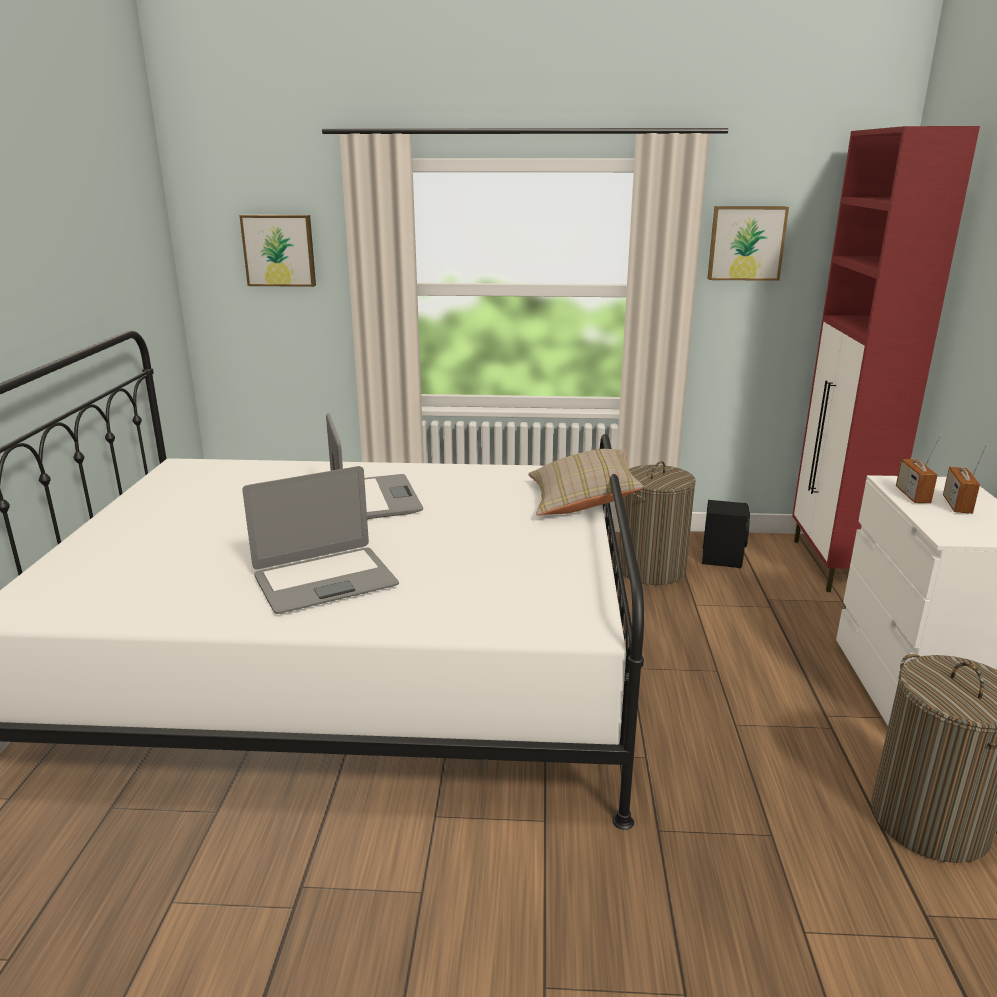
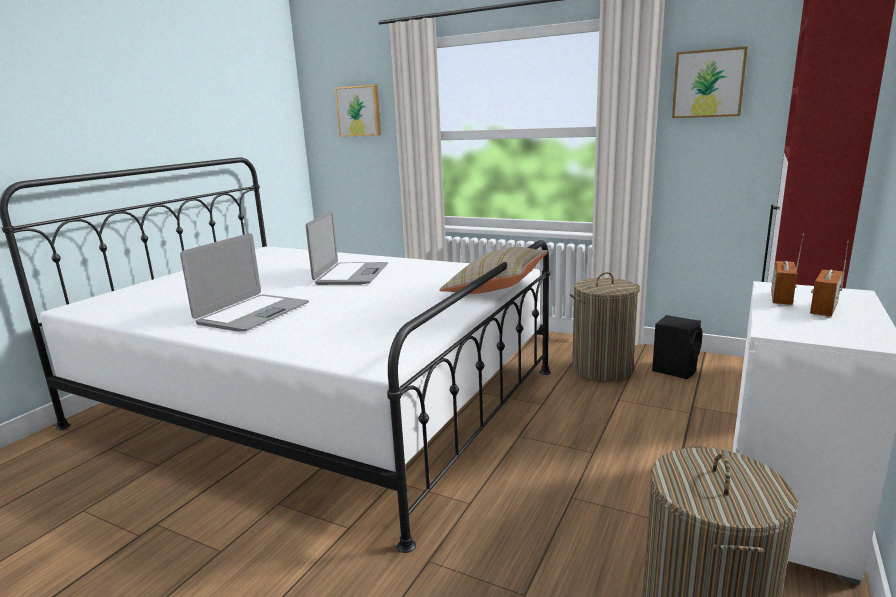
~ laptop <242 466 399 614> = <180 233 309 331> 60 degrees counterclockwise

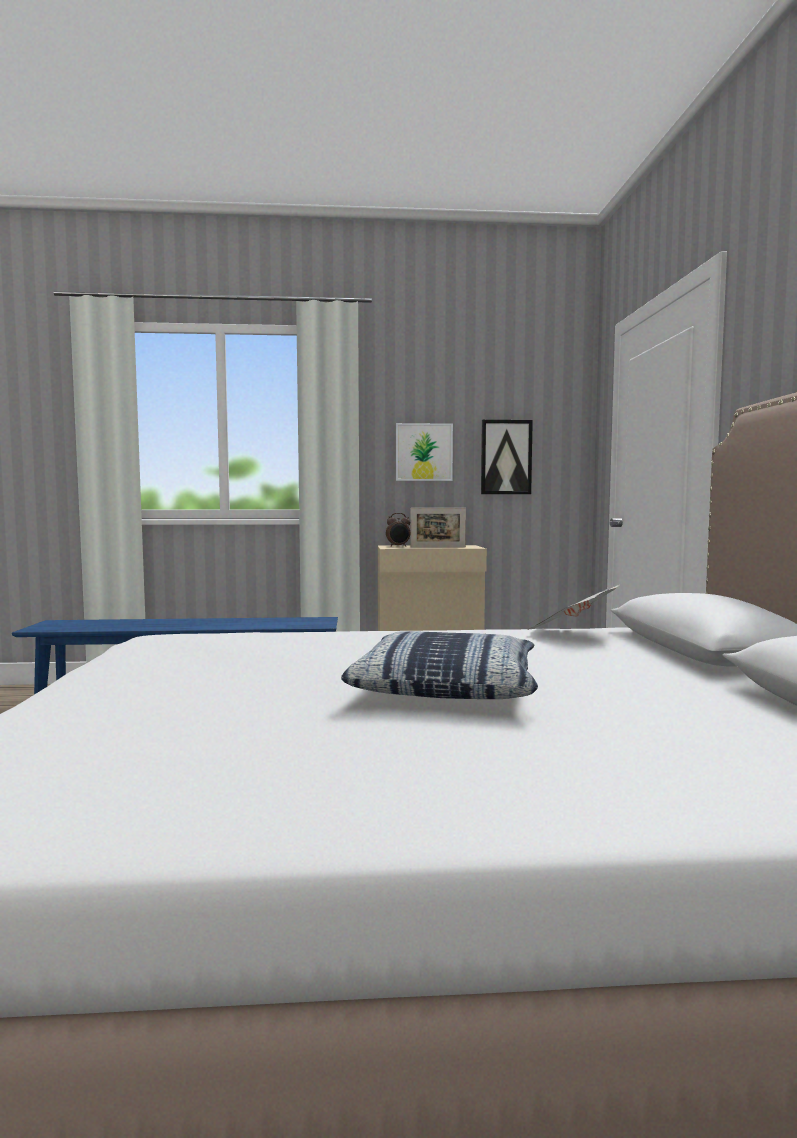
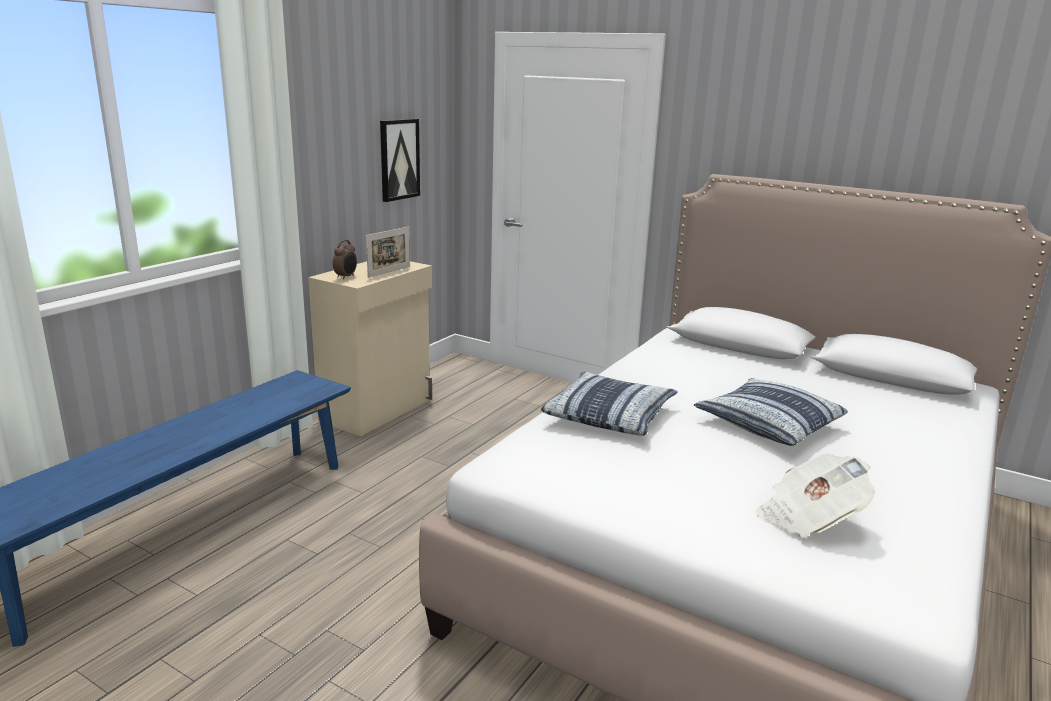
- picture <396 423 453 481>
~ newspaper <528 585 619 630> to <756 454 875 538>
+ pillow <541 371 678 436>

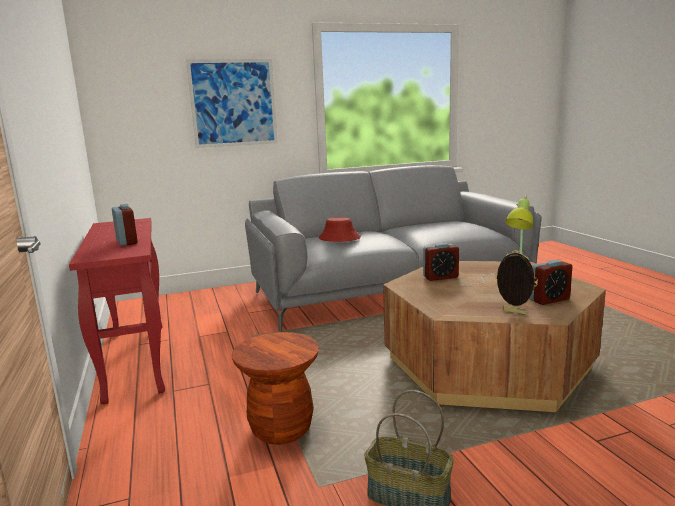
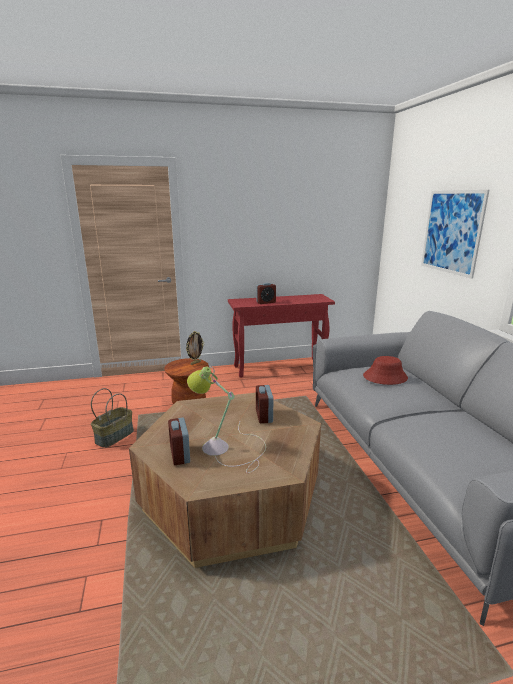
~ picture frame <496 250 538 315> to <186 331 204 365>

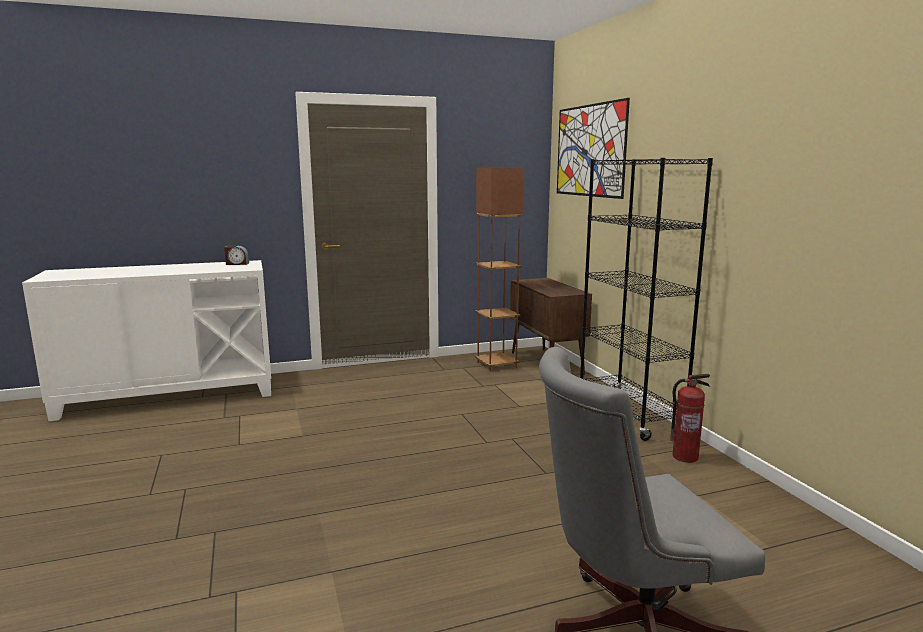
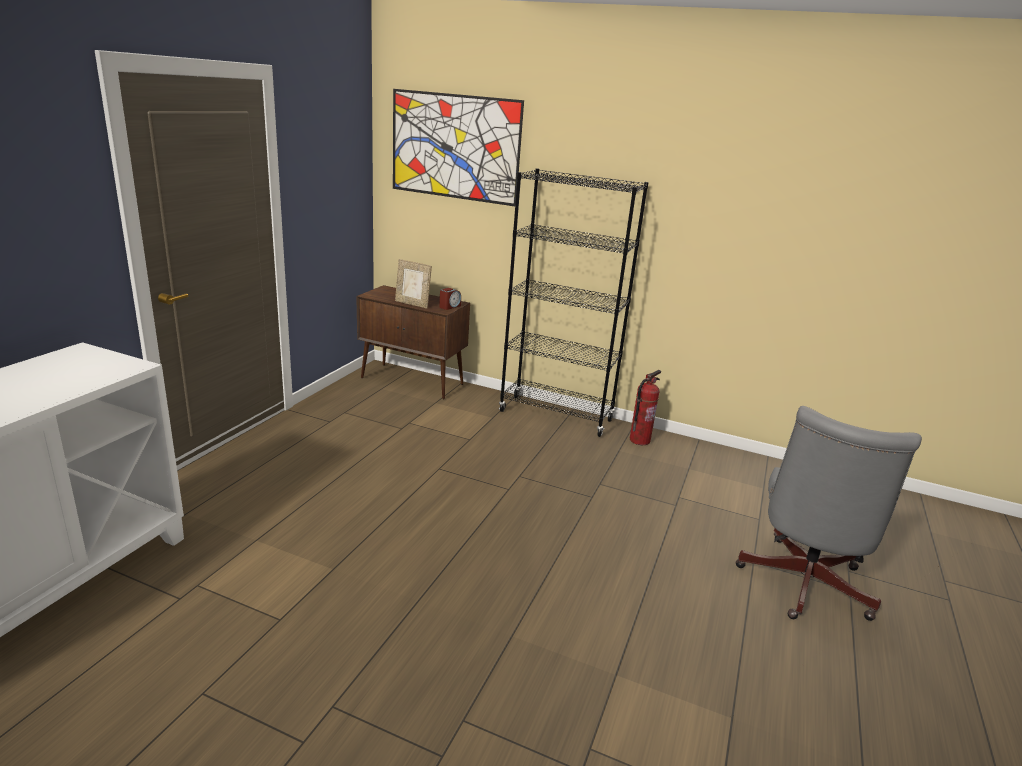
- brown floor lamp <475 167 524 371>
~ alarm clock <224 245 249 265> to <439 288 461 310>
+ picture frame <395 259 432 308>

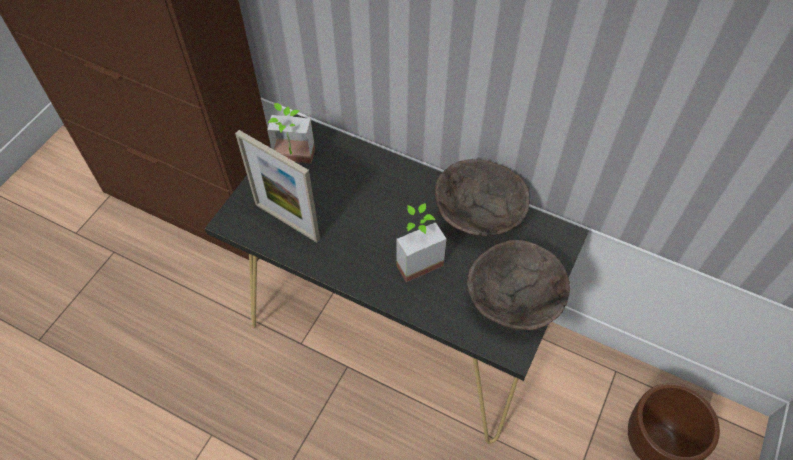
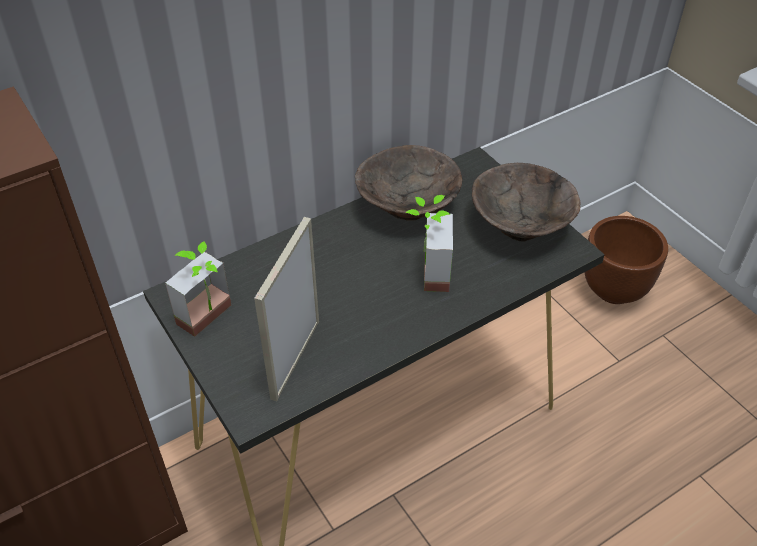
~ picture frame <235 130 320 242> = <254 217 319 401> 135 degrees clockwise

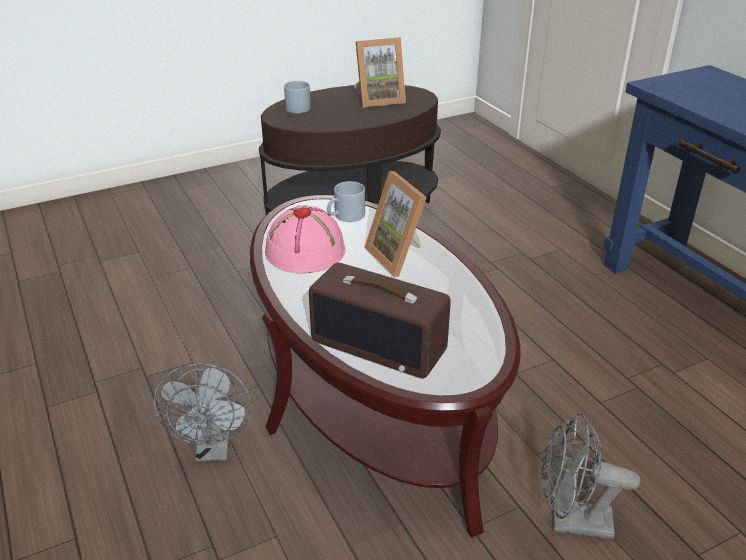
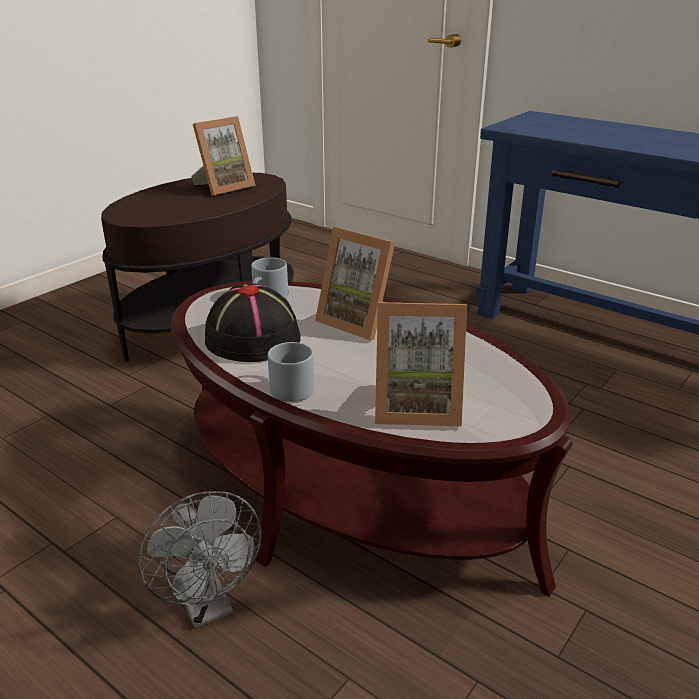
~ grey mug <284 81 311 113> to <268 342 314 402>
~ pink hat <265 205 346 273> to black hat <205 284 301 362>
~ radio <309 263 450 378> to picture frame <375 302 467 426>
- grey fan <541 413 640 539>

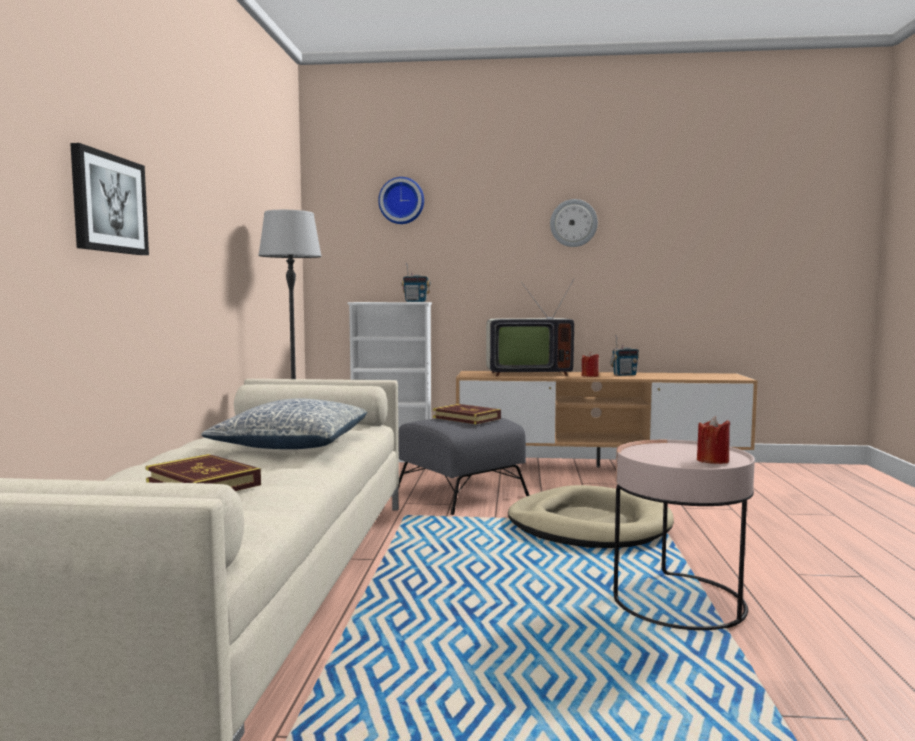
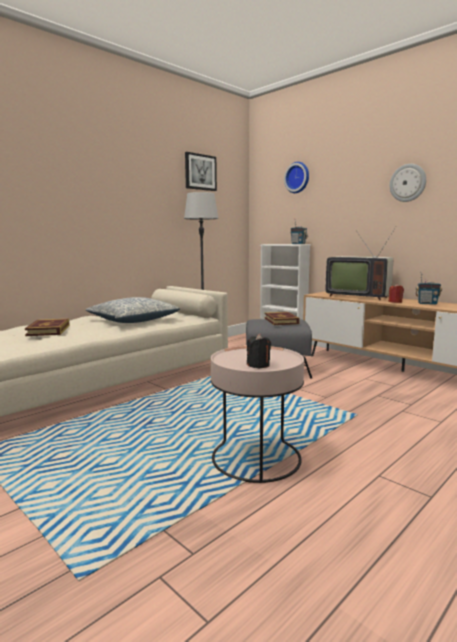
~ picture <70 143 149 255> to <185 152 217 191>
~ red candle <697 416 730 464> to black candle <247 334 271 368>
- beige dog bed <508 485 674 548>

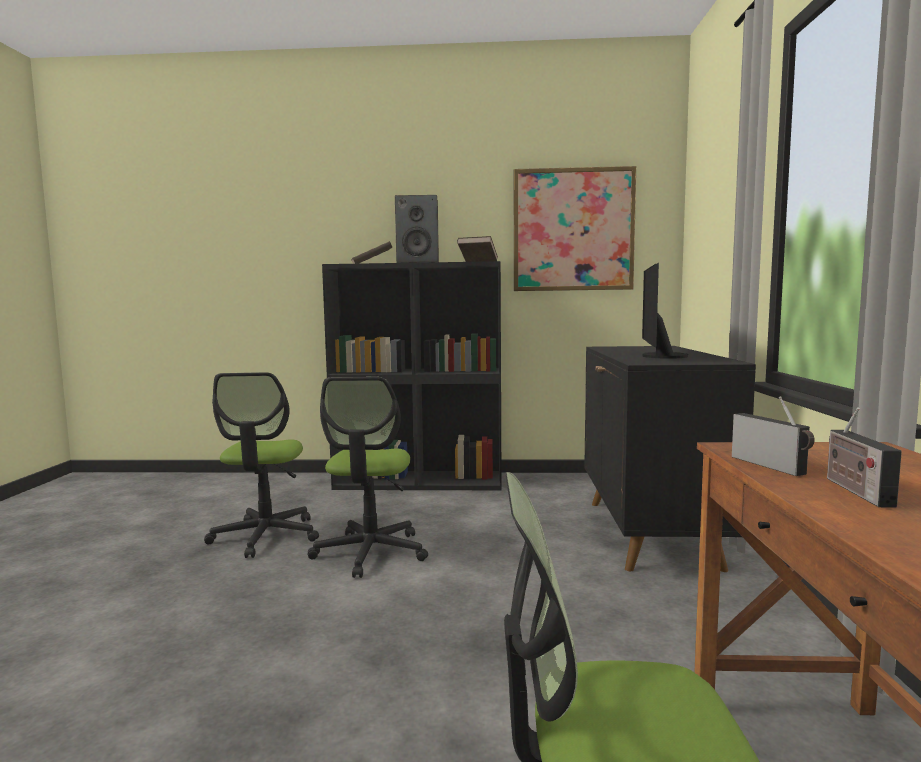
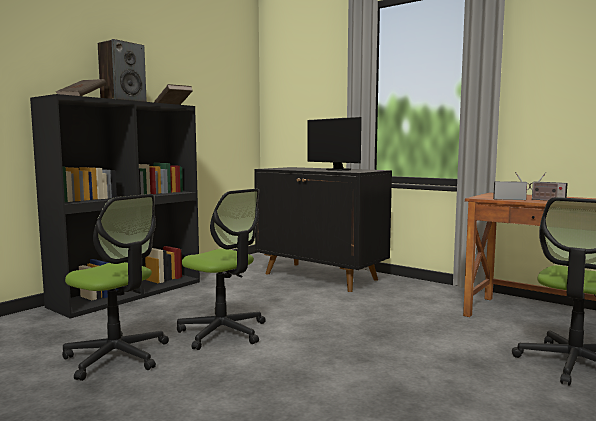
- picture <514 166 636 291>

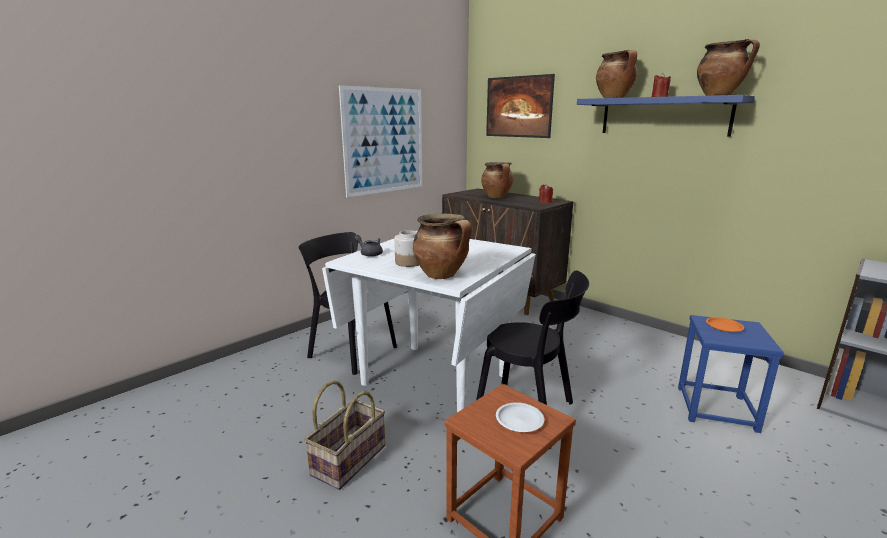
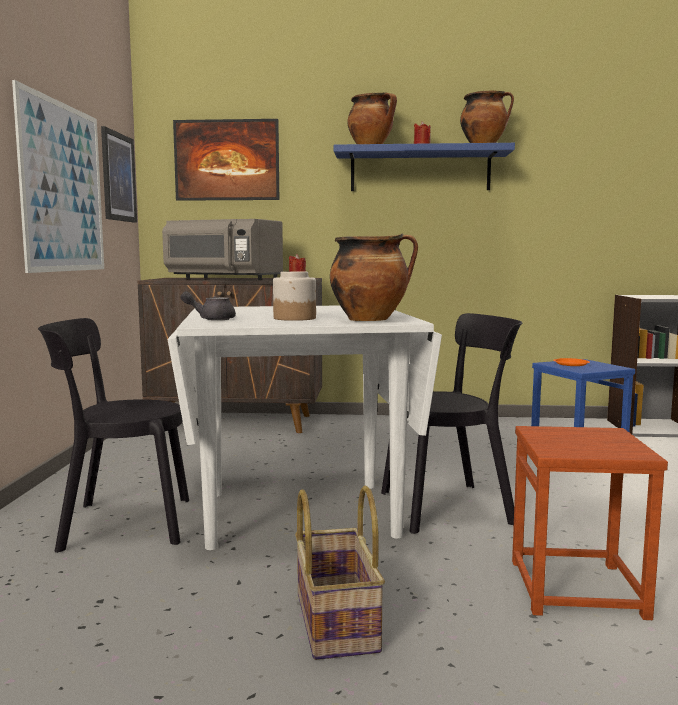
~ cooking pot <481 162 514 198> to grey microwave <162 219 283 280>
- white plate <496 402 544 432>
+ picture <101 126 137 223>

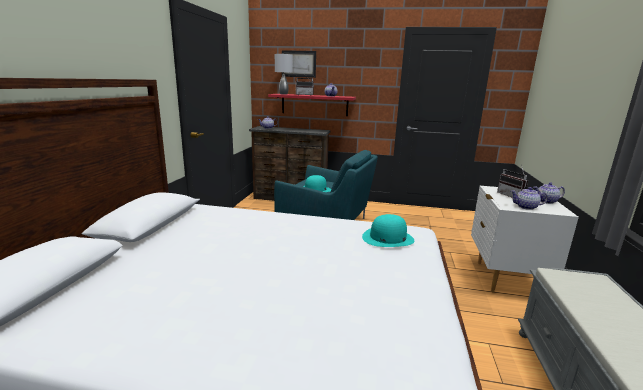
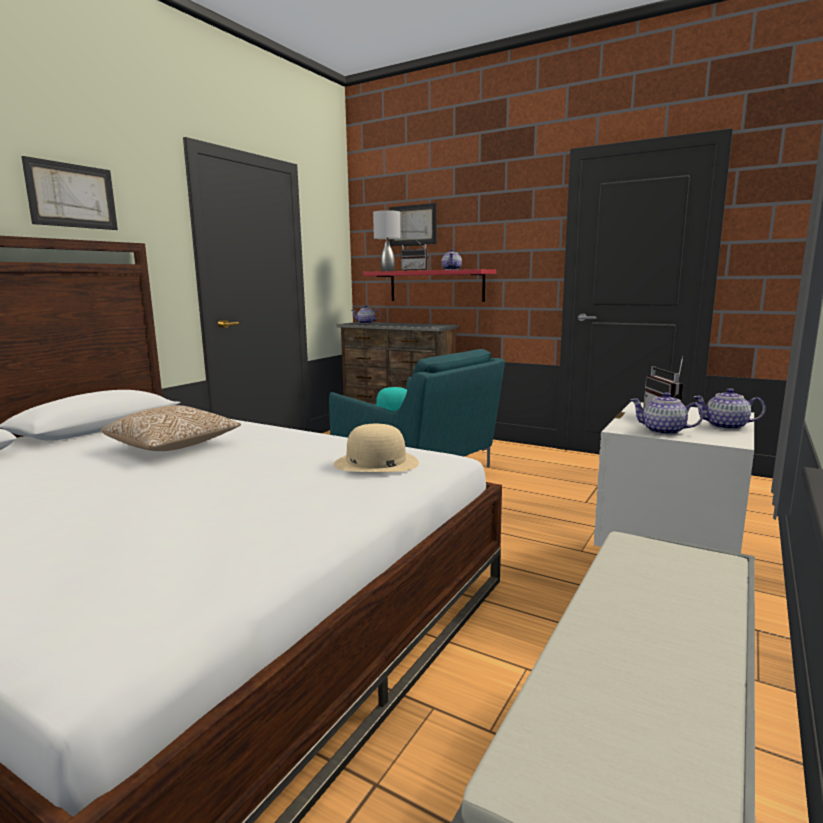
~ turquoise hat <362 214 414 247> to beige hat <334 424 419 472>
+ picture <21 156 118 230>
+ pillow <101 405 241 451>

